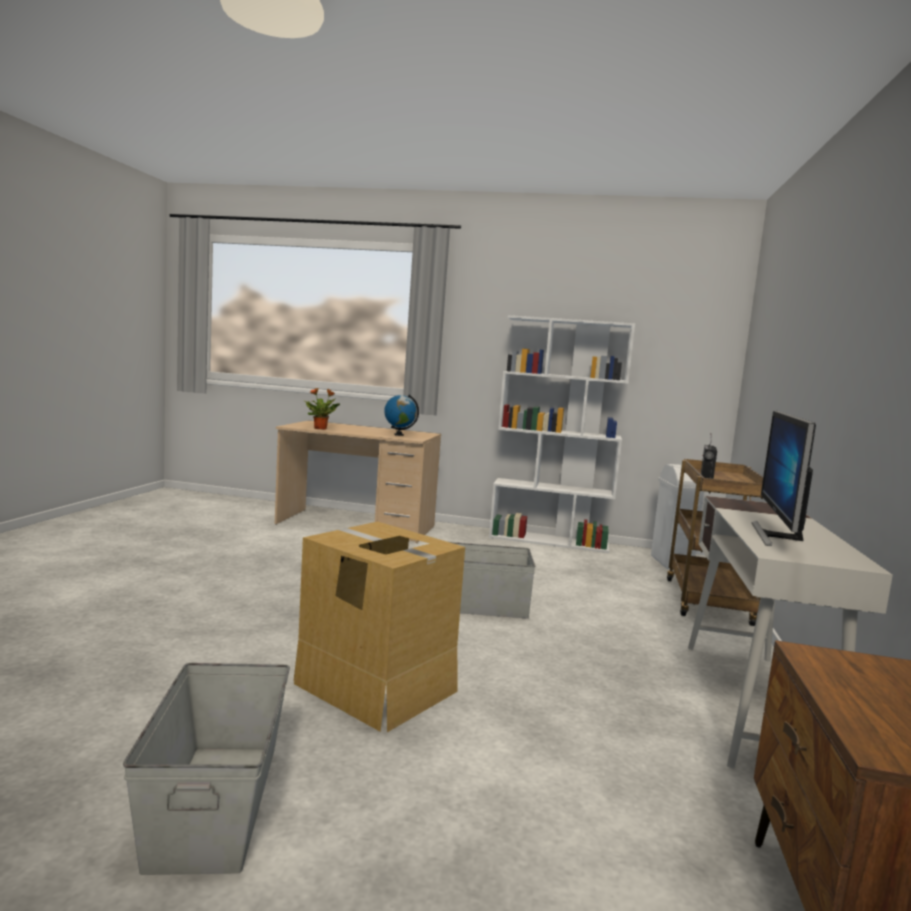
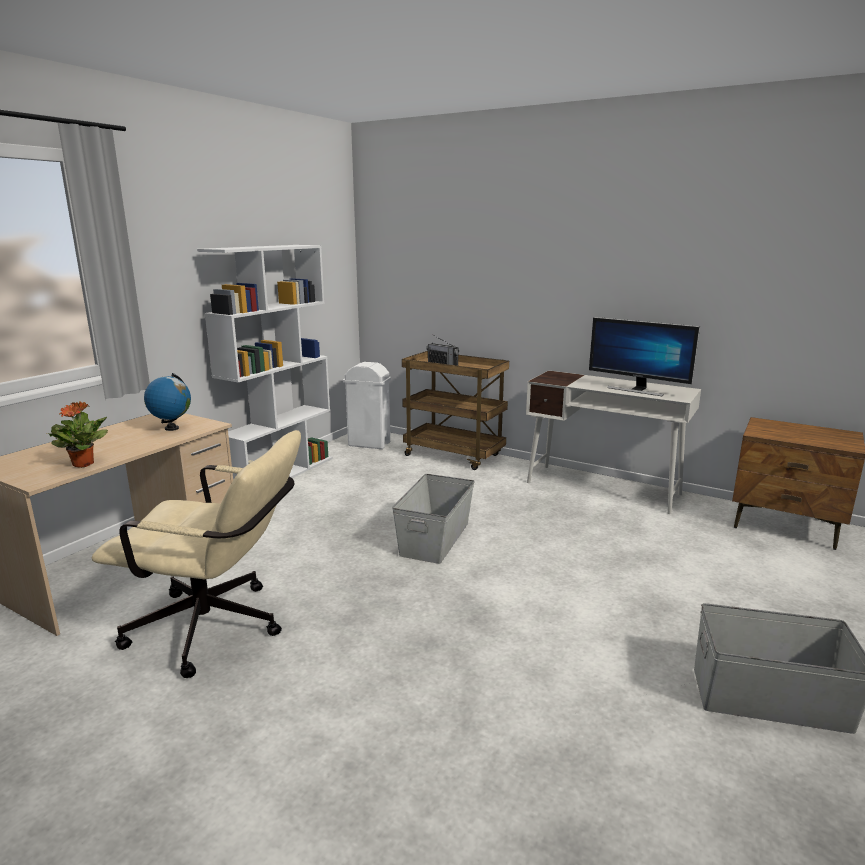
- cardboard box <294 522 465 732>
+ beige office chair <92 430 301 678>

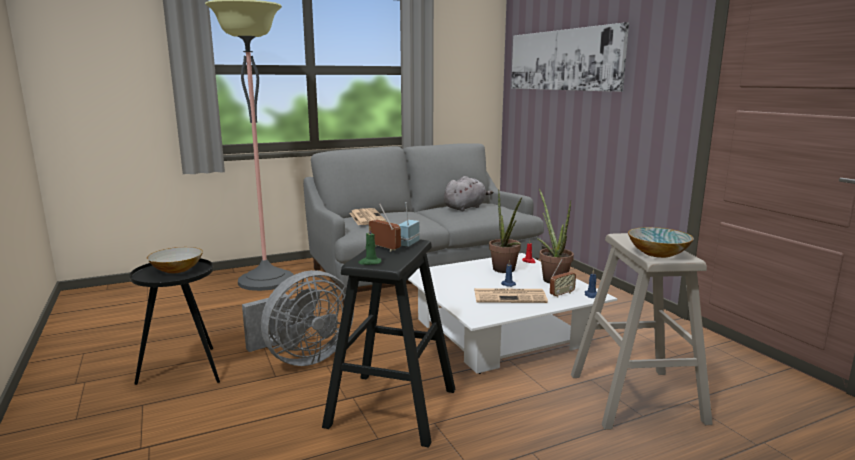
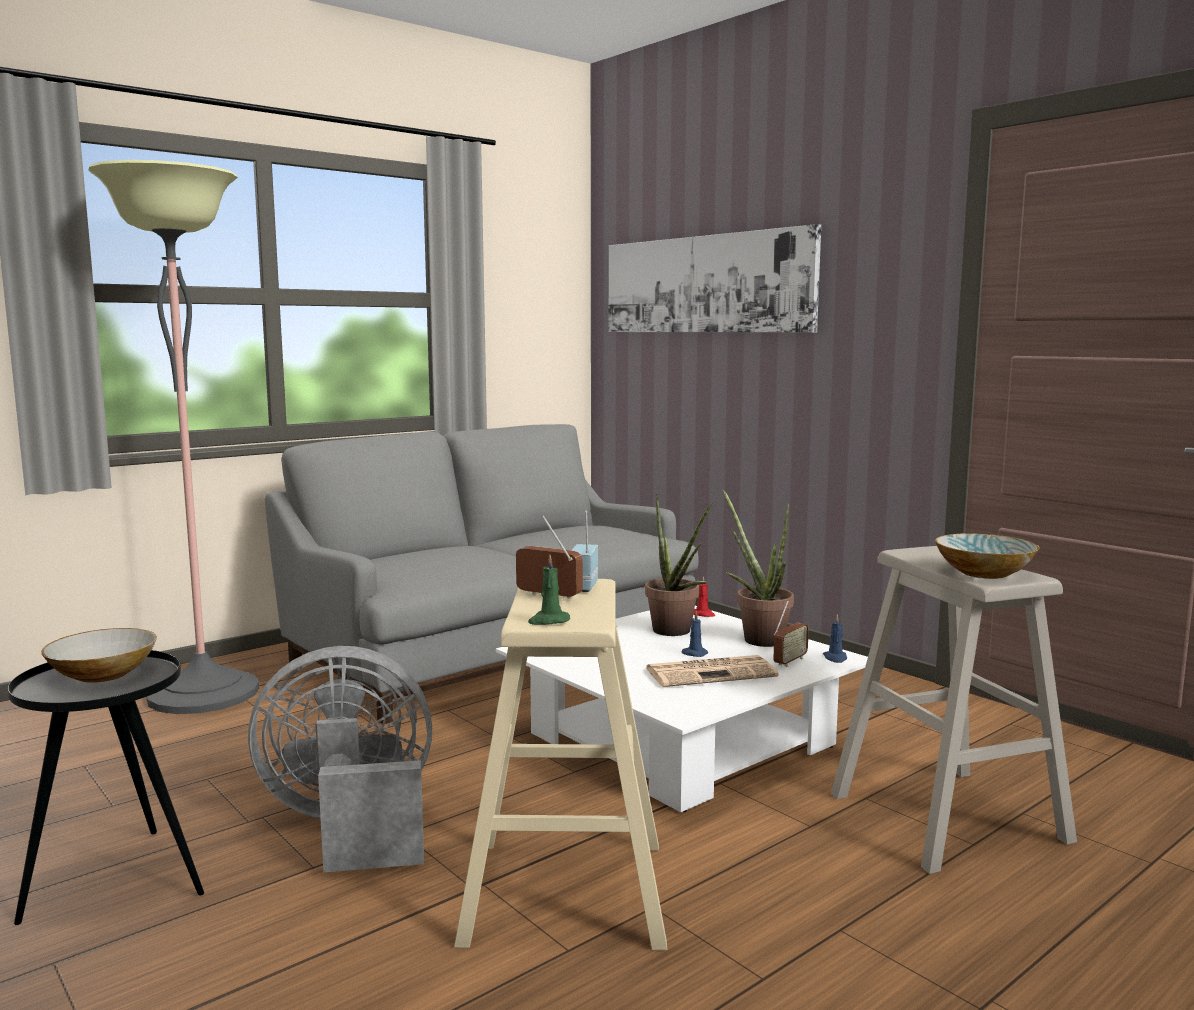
- grey plush toy <444 176 494 211>
- newspaper <350 208 387 225>
~ black stool <322 240 455 448> to beige stool <454 579 667 951>
~ grey fan <242 270 354 366> = <248 646 432 872> 135 degrees counterclockwise

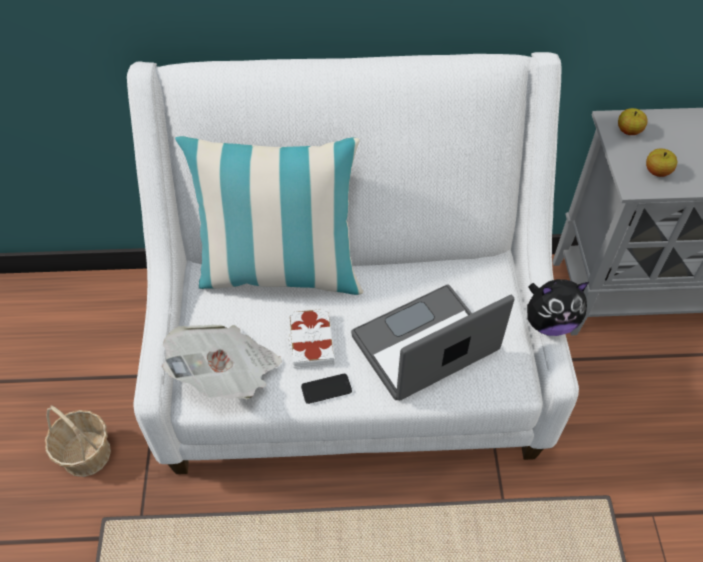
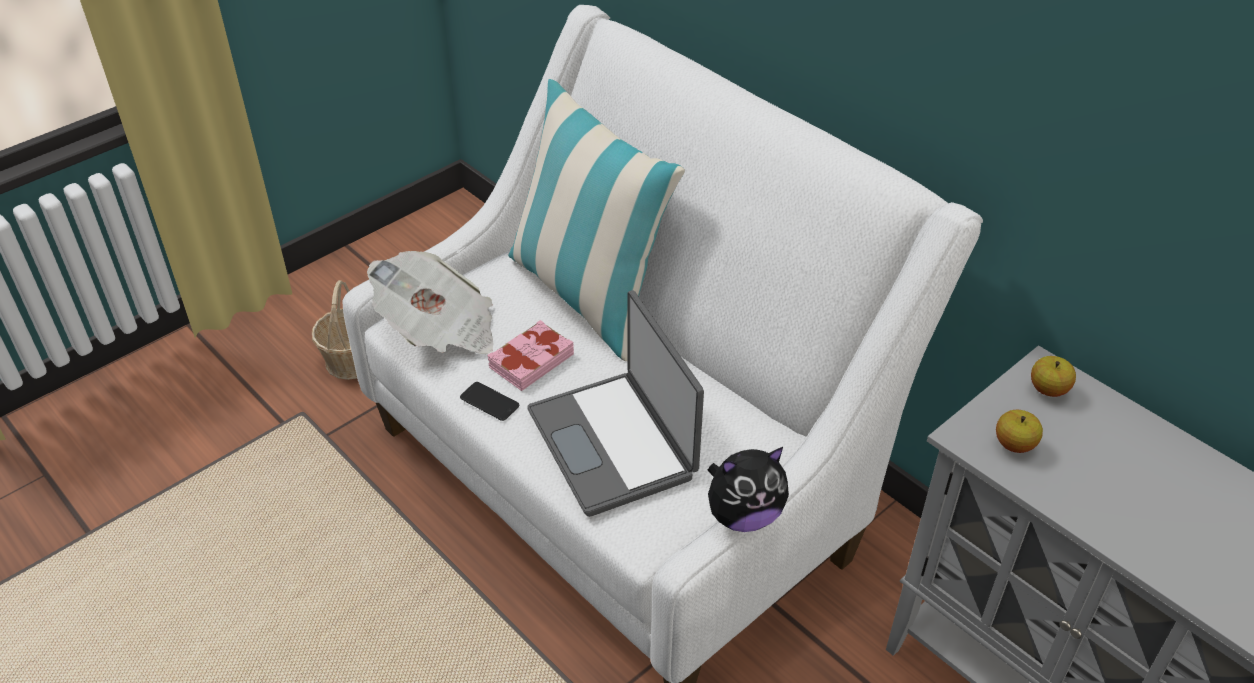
~ plush toy <527 279 589 336> = <708 447 789 532> 60 degrees counterclockwise
~ laptop <351 285 514 401> = <528 290 704 517> 135 degrees counterclockwise
~ white book <288 308 335 369> to pink book <487 320 574 391>

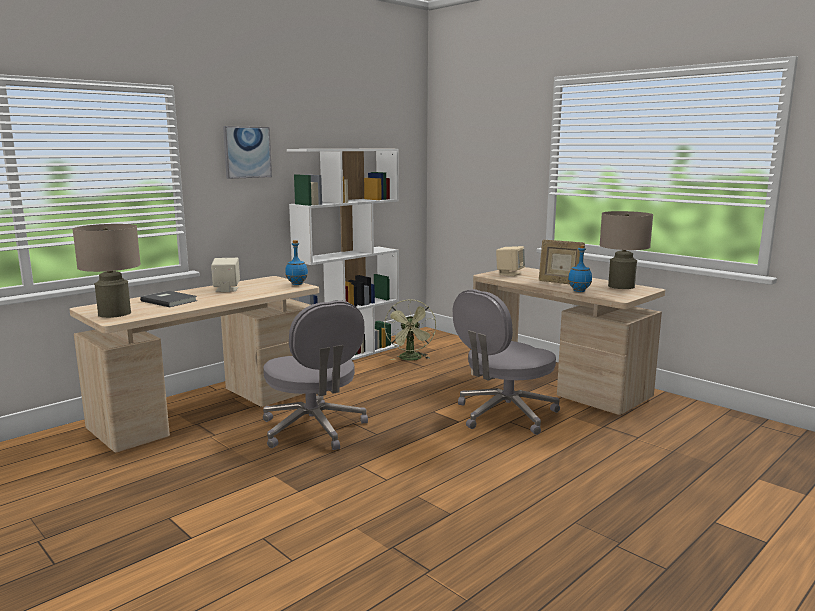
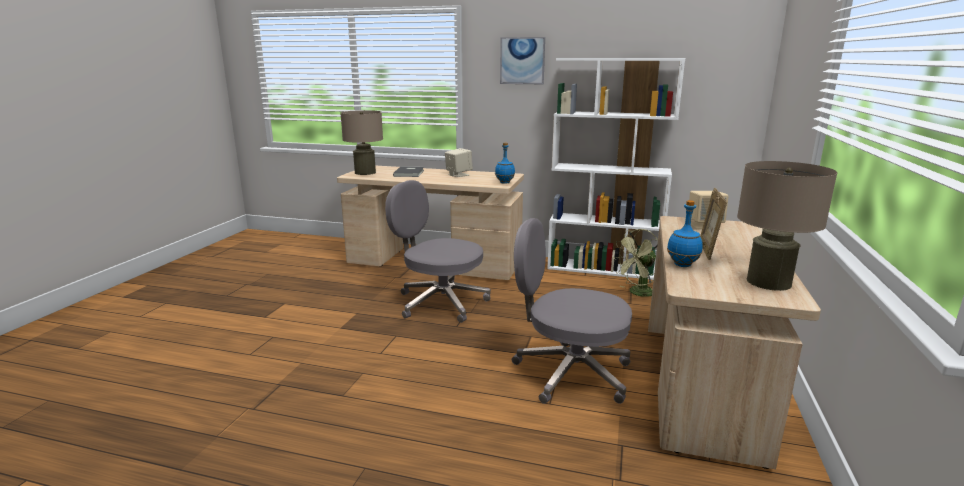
~ grey office chair <263 301 368 450> = <385 180 491 323> 90 degrees clockwise

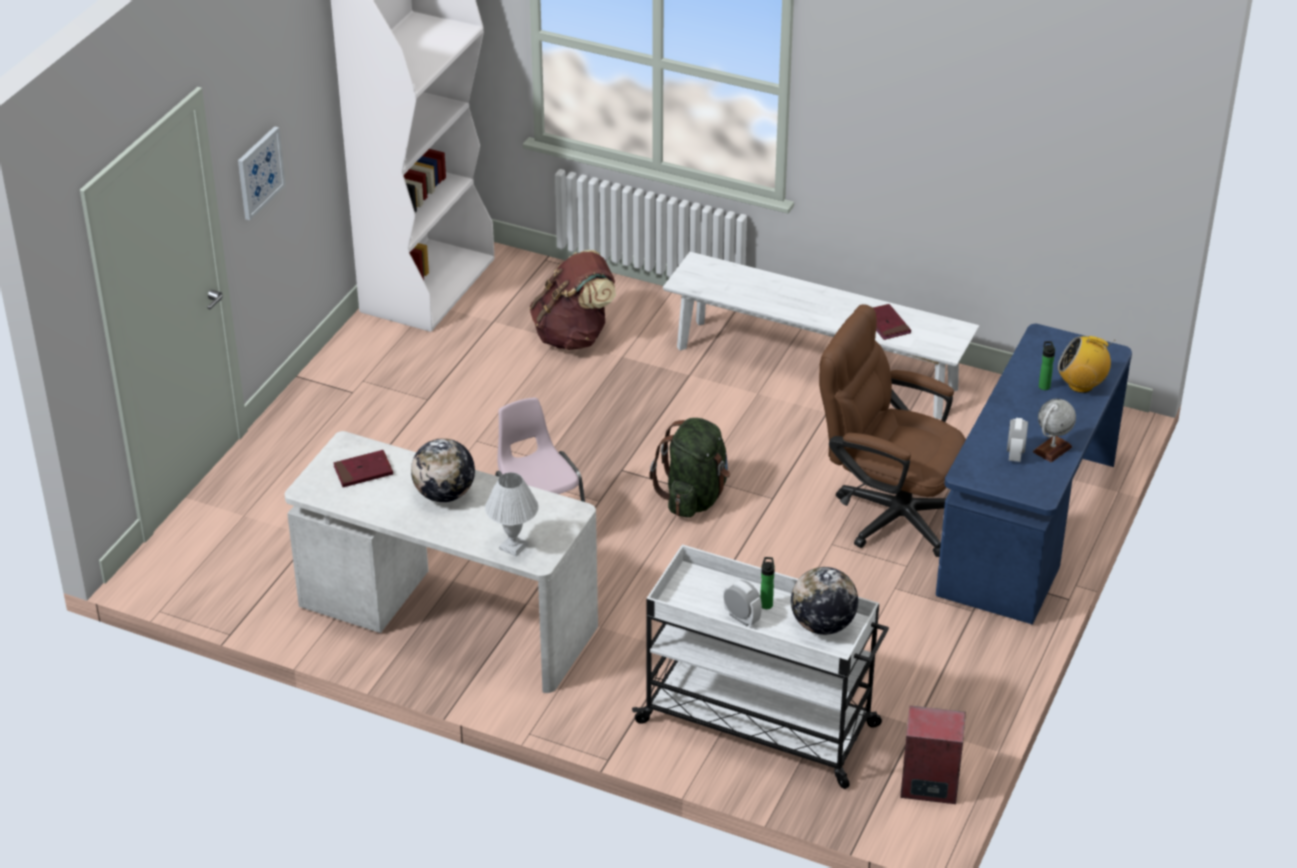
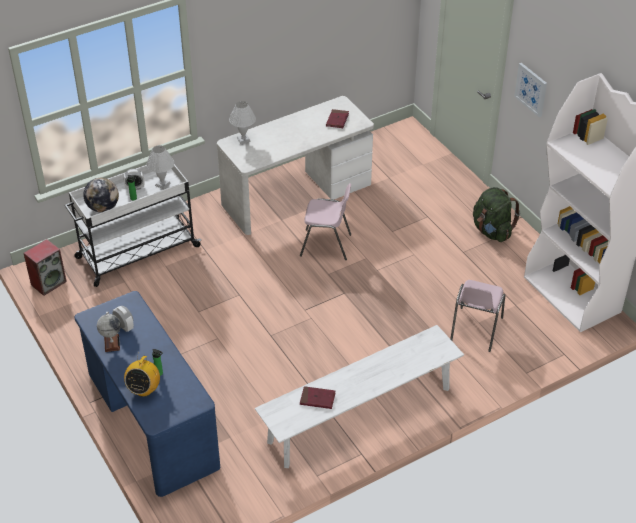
~ brown backpack <530 250 616 350> to pink chair <450 280 505 352>
- brown office chair <819 304 966 557>
~ radio <1058 336 1115 393> = <124 356 160 397> 150 degrees clockwise
~ green backpack <649 418 730 518> to <473 187 520 242>
- globe <411 438 475 502>
+ white table lamp <146 145 174 189>

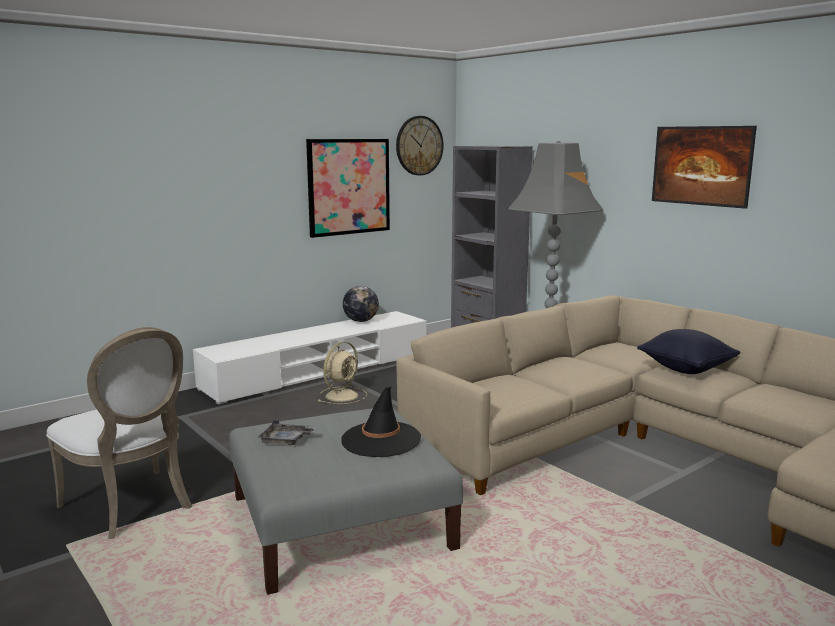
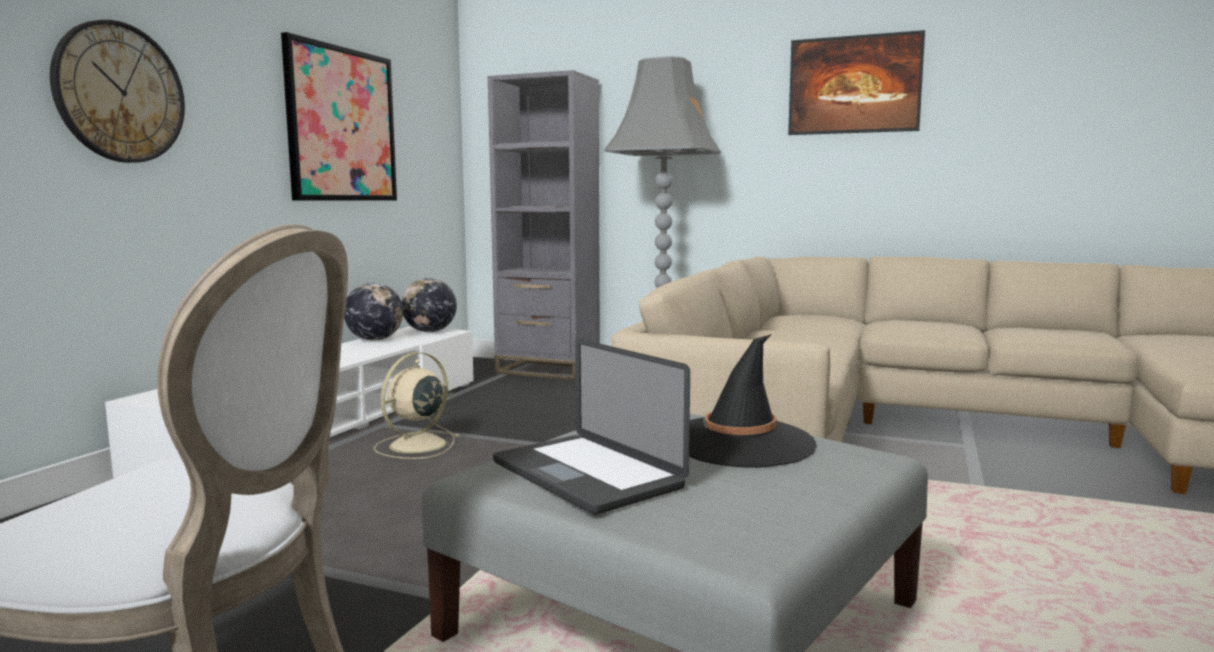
~ wall clock <396 116 444 175> to <50 20 185 163>
- black pillow <637 329 740 374>
~ beige fan <317 342 367 404> = <374 352 461 459> 150 degrees counterclockwise
~ grey tray <257 420 318 445> to laptop <493 339 690 515>
+ globe <402 278 457 332>

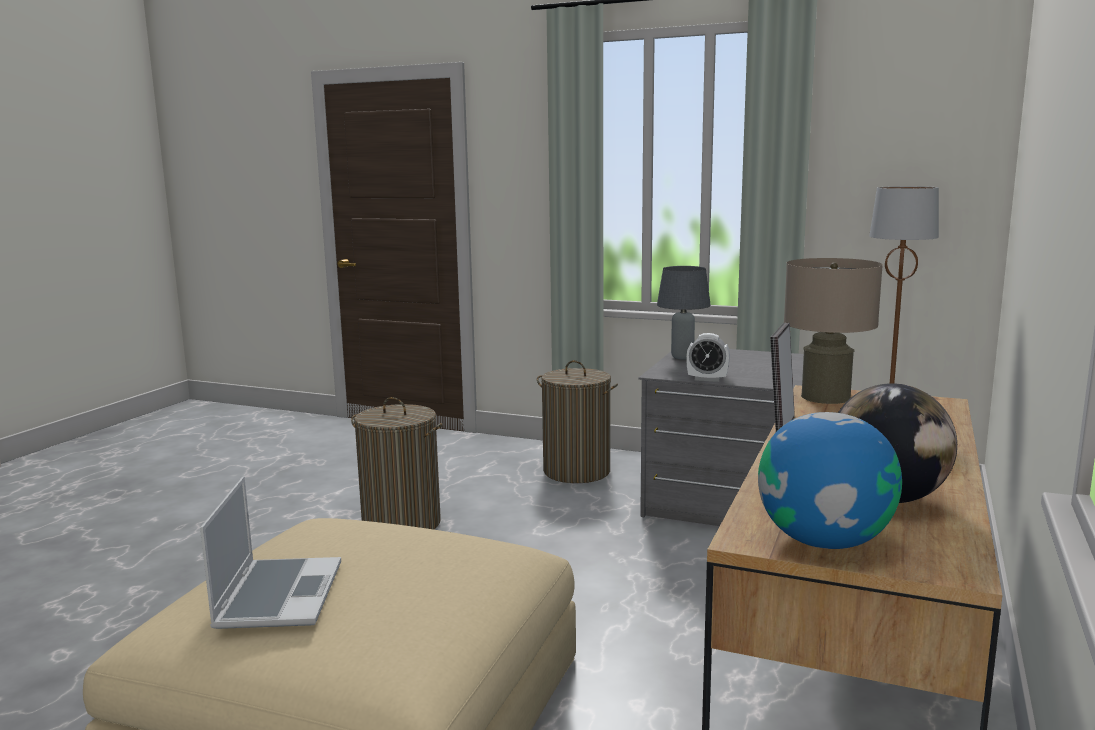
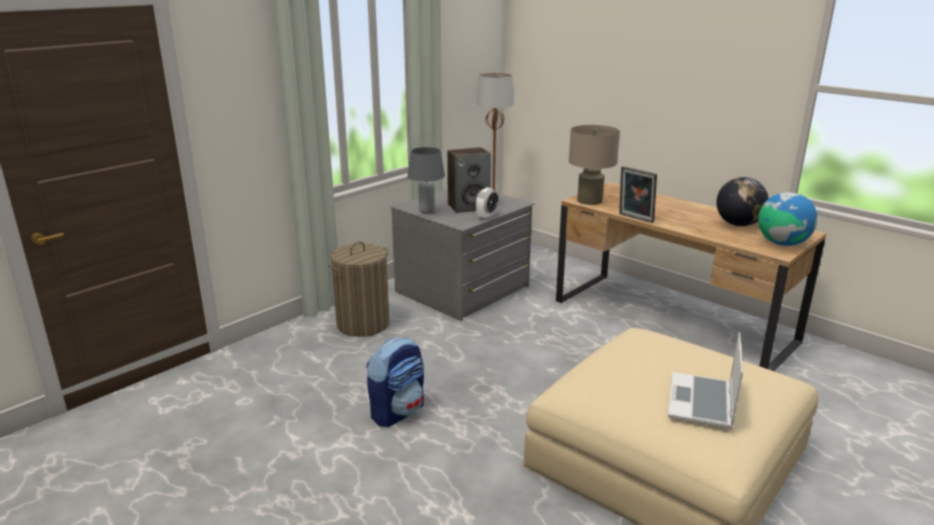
~ laundry basket <351 397 443 530> to backpack <366 337 424 427>
~ laptop <200 476 341 629> = <668 332 743 429> 90 degrees counterclockwise
+ speaker <447 147 491 213>

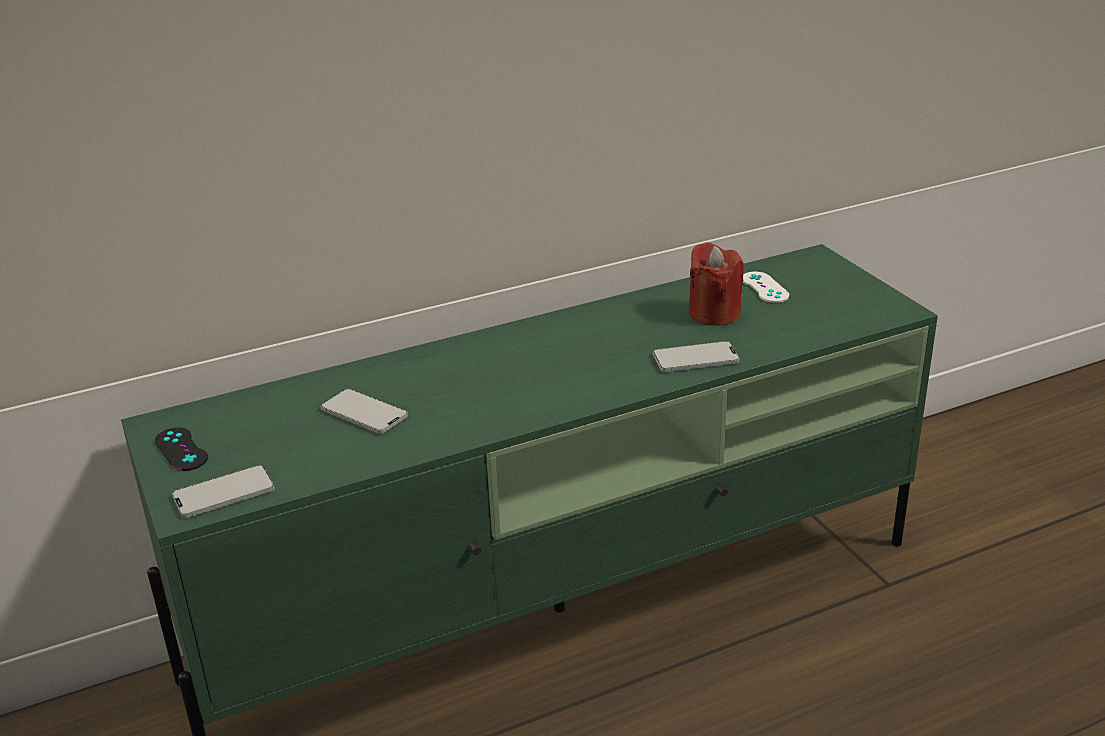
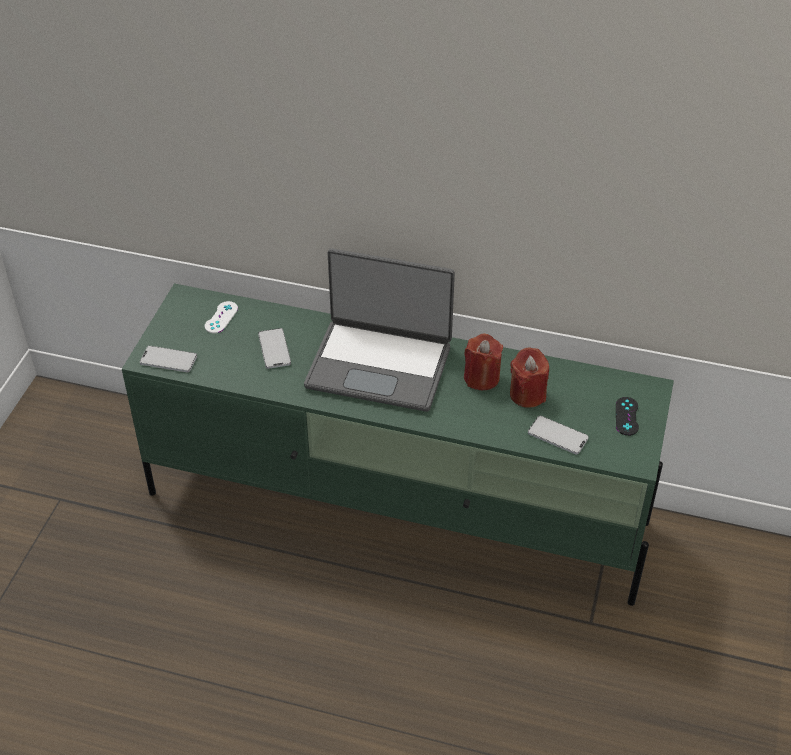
~ white game controller <743 272 789 303> to <205 301 238 333>
~ phone <653 341 739 372> to <528 416 589 455>
~ black game controller <155 427 208 471> to <616 397 639 436>
+ laptop <304 248 455 412>
+ red candle <464 333 503 390>

